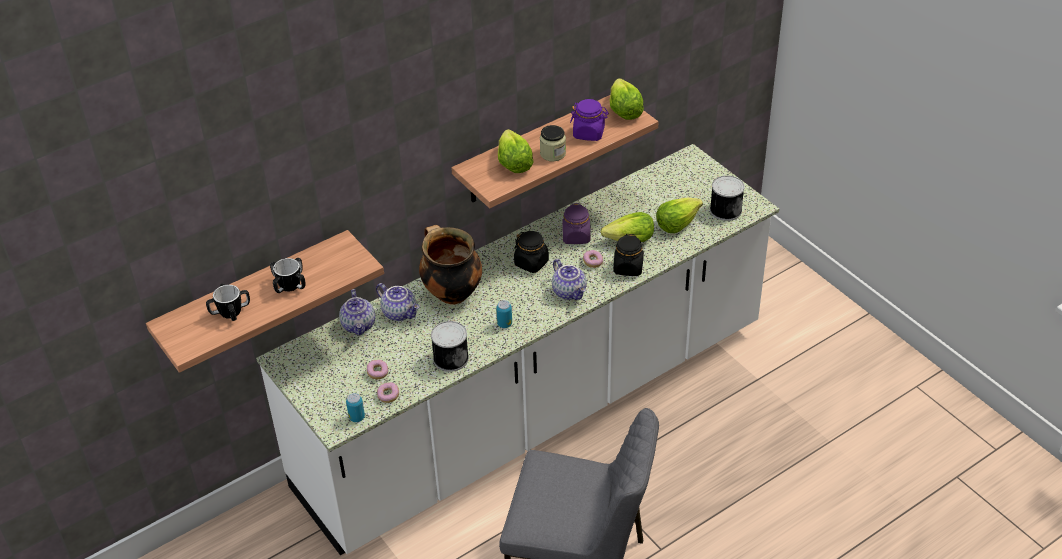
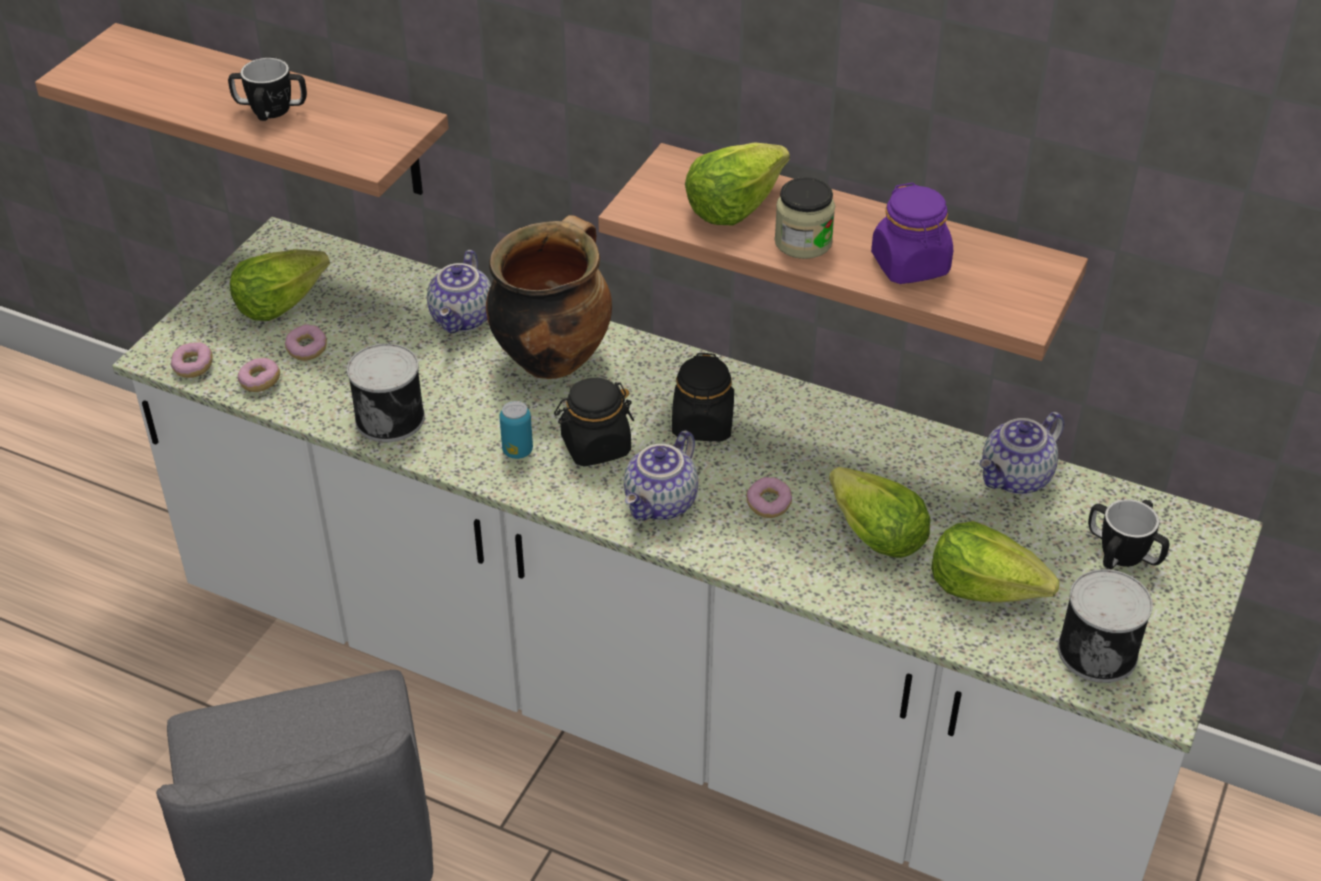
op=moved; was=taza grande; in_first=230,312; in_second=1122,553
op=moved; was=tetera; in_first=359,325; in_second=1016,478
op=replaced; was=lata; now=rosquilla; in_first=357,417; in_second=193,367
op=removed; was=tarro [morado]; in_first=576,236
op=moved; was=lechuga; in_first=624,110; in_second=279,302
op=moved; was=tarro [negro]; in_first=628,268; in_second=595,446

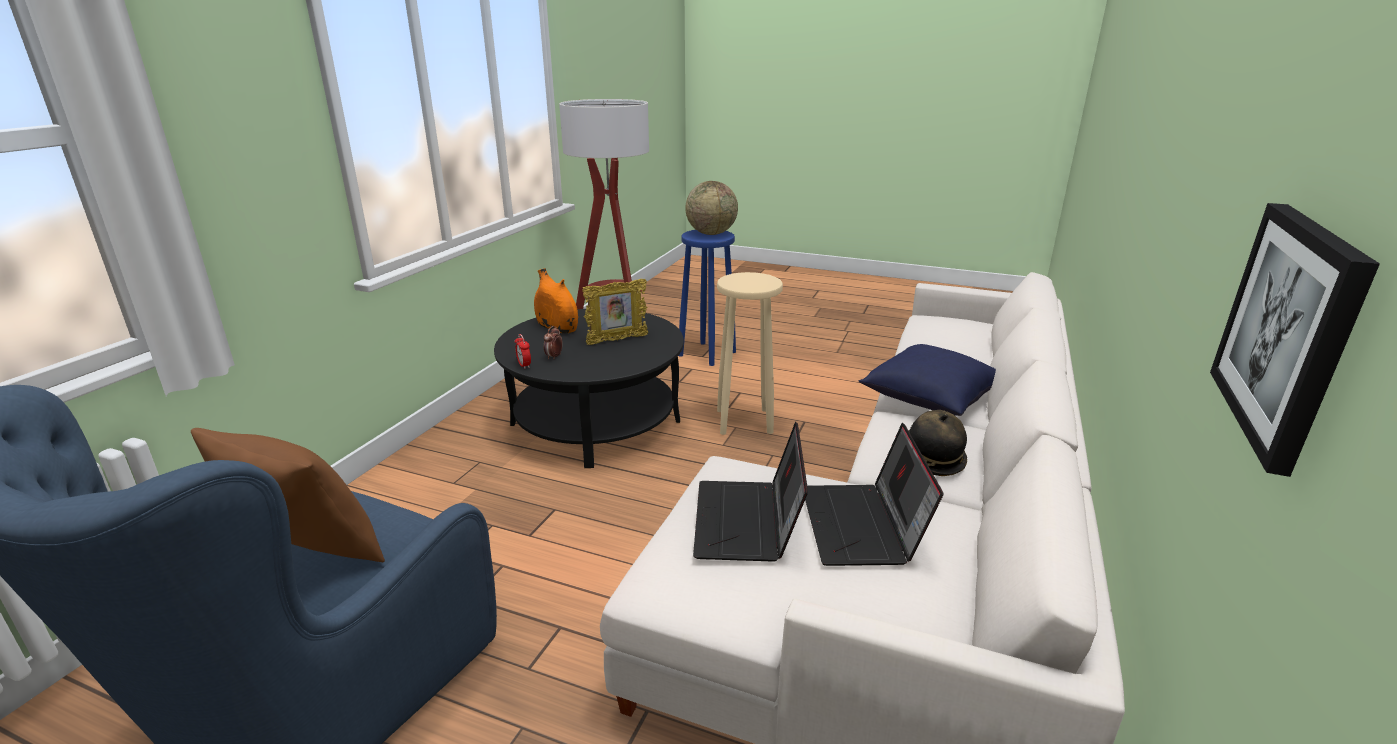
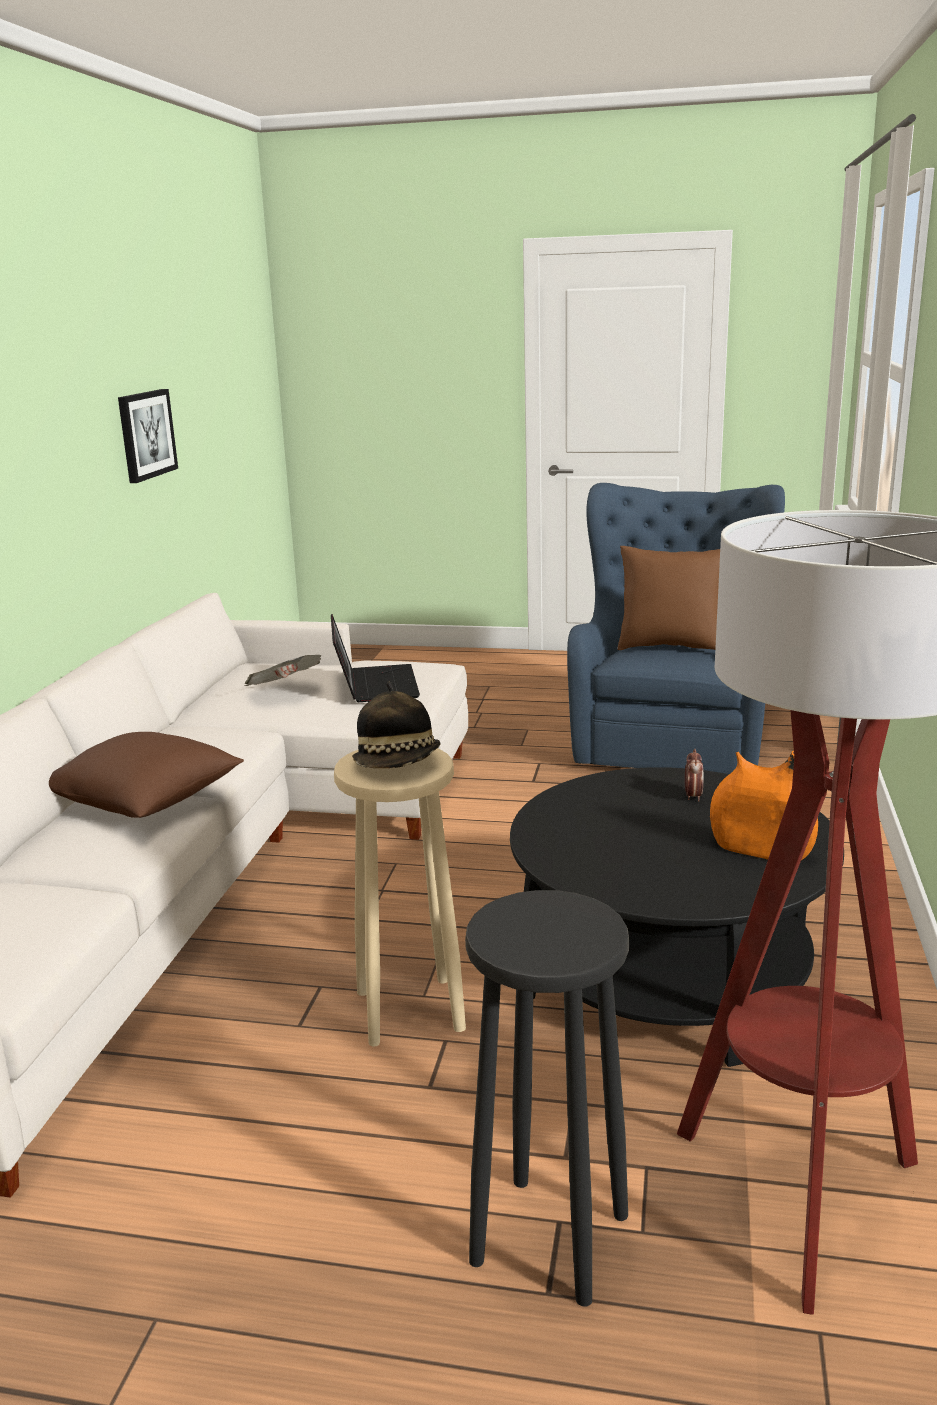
op=removed; was=despertador; in_first=524,365
op=removed; was=portarretratos; in_first=617,340
op=recoloured; was=taburete [azul]; now=taburete [negro]; in_first=707,354; in_second=548,1236
op=removed; was=globo terráqueo; in_first=711,233
op=replaced; was=portátil; now=periódico; in_first=863,526; in_second=284,691
op=recoloured; was=cojín [azul]; now=cojín [marrón]; in_first=929,399; in_second=145,802
op=moved; was=sombrero; in_first=930,459; in_second=398,764

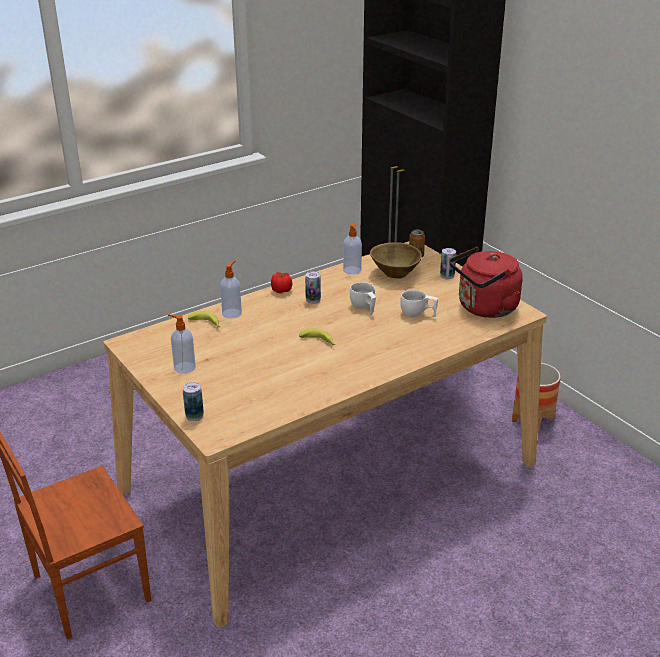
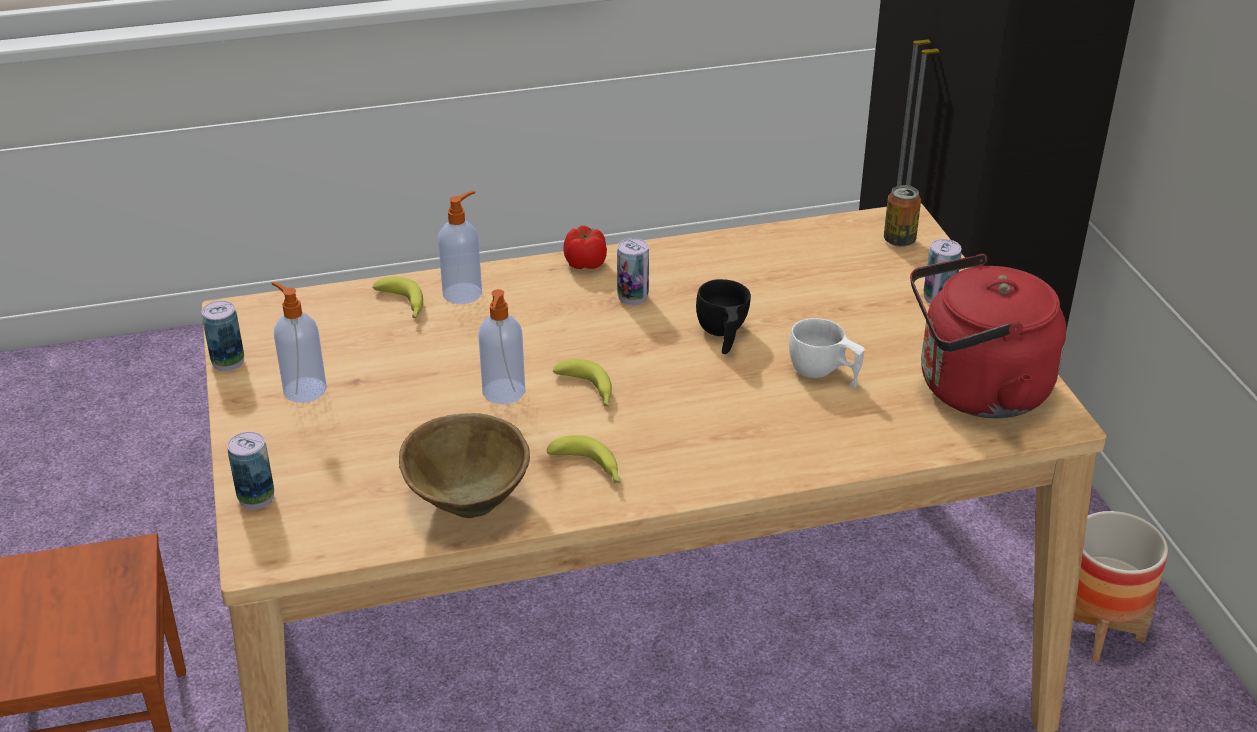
op=moved; was=dispensador de jabón; in_first=352,271; in_second=503,393
op=recoloured; was=taza [blanco]; now=taza [negro]; in_first=364,308; in_second=722,335
op=moved; was=cuenco [marrón]; in_first=394,273; in_second=467,498
op=added; now=lata; in_second=228,362
op=added; now=plátano; in_second=589,468

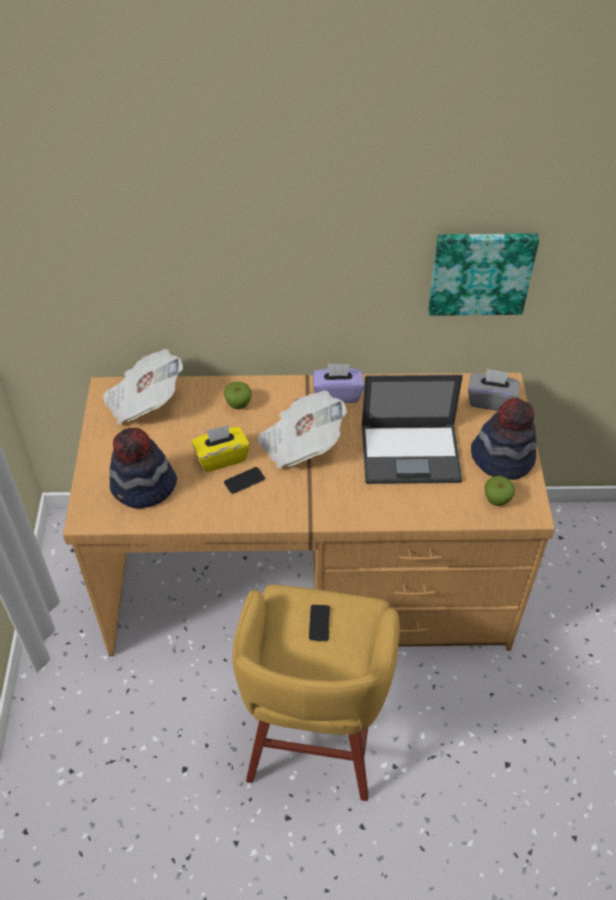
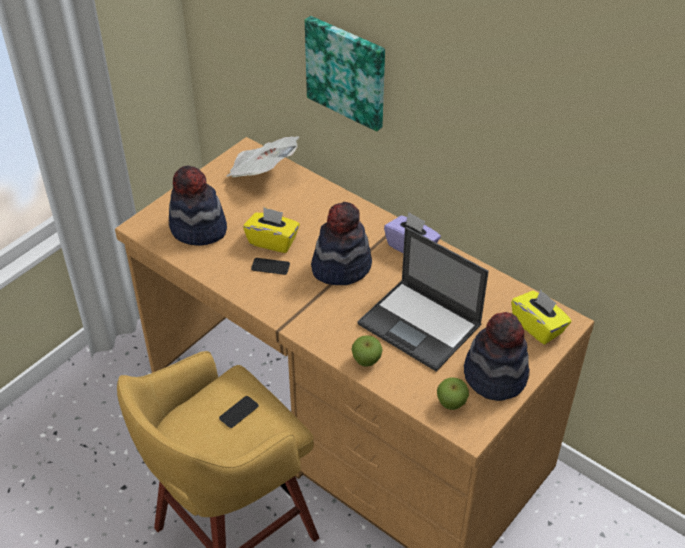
op=moved; was=manzana; in_first=238,404; in_second=366,361
op=replaced; was=periódico; now=sombrero; in_first=300,444; in_second=341,266
op=moved; was=cuadro; in_first=480,272; in_second=347,71
op=recoloured; was=caja de pañuelos [gris]; now=caja de pañuelos [amarillo]; in_first=491,401; in_second=538,326

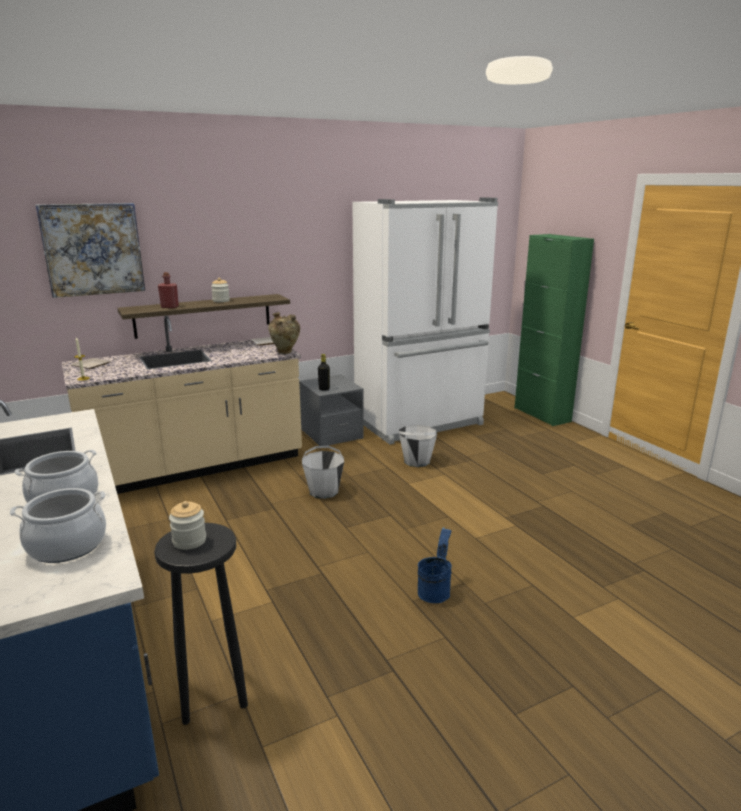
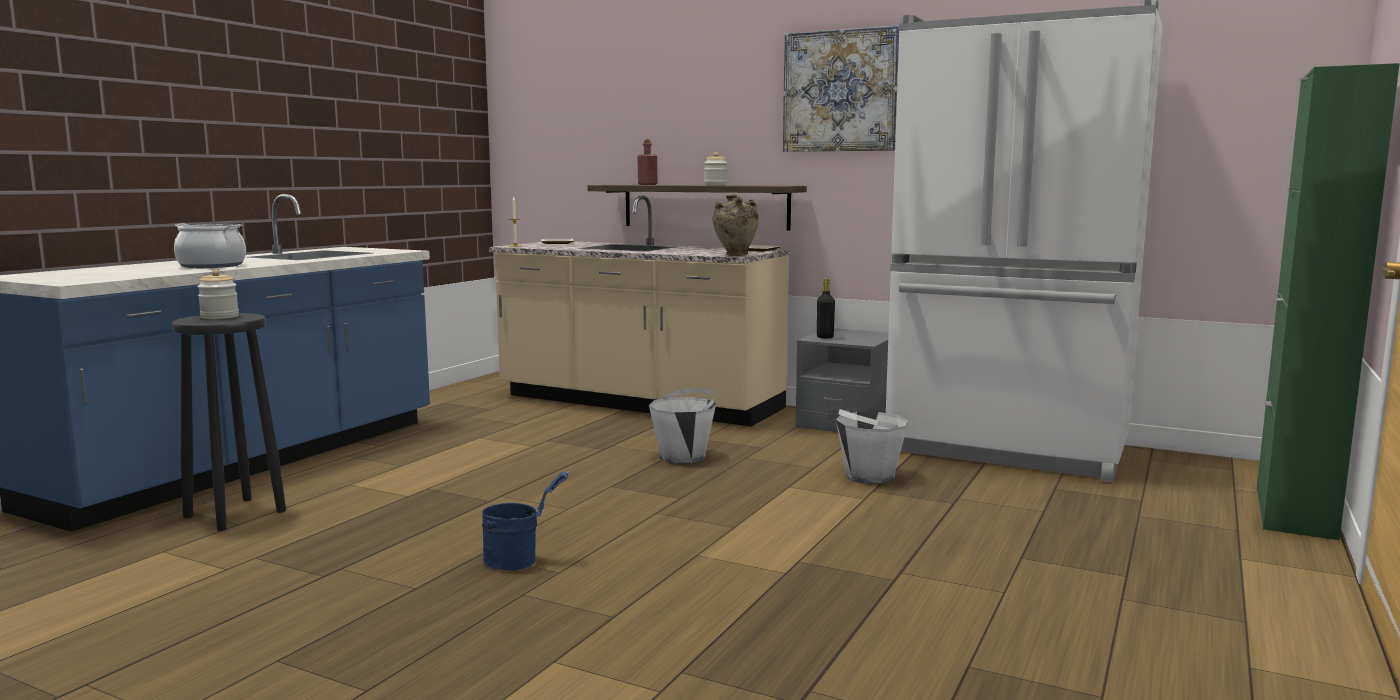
op=removed; was=olla; in_first=67,545
op=moved; was=cuadro; in_first=93,249; in_second=840,91

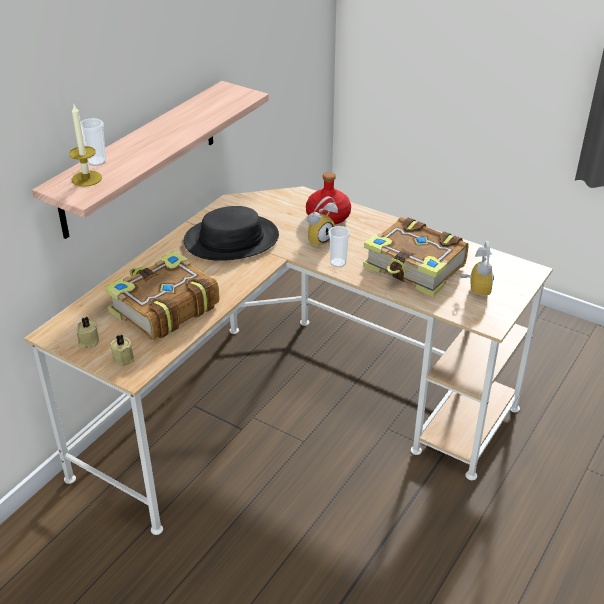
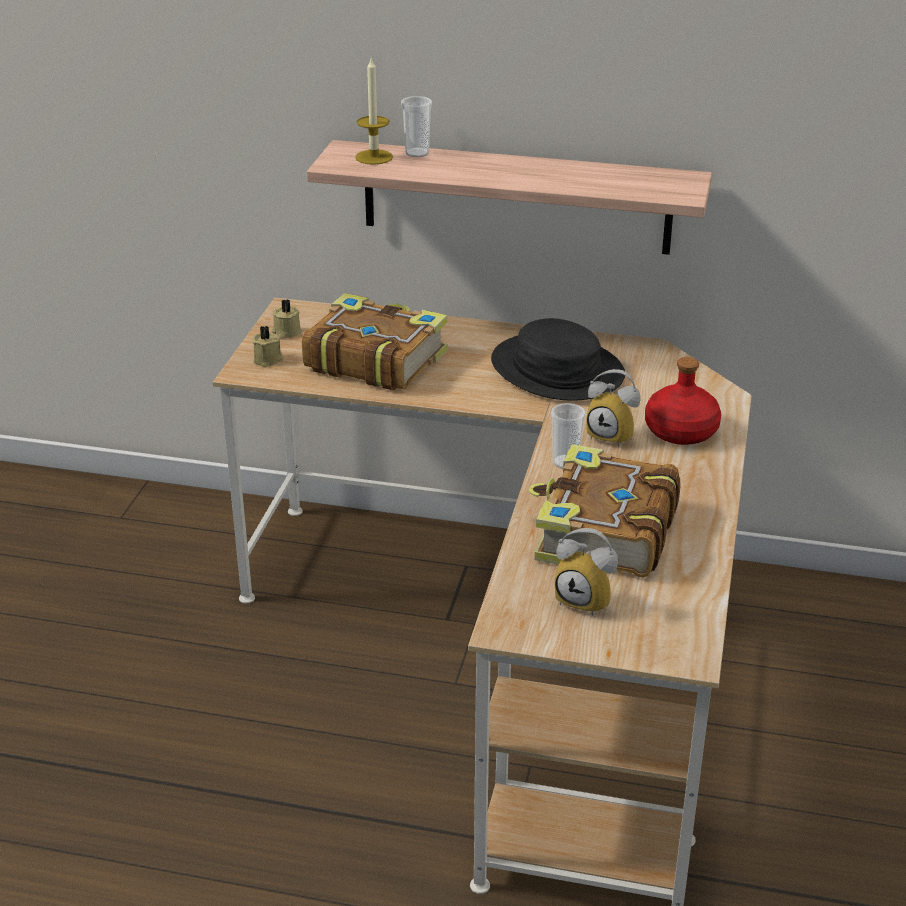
op=turned; was=despertador; in_first=474,289; in_second=587,600; clockwise=45

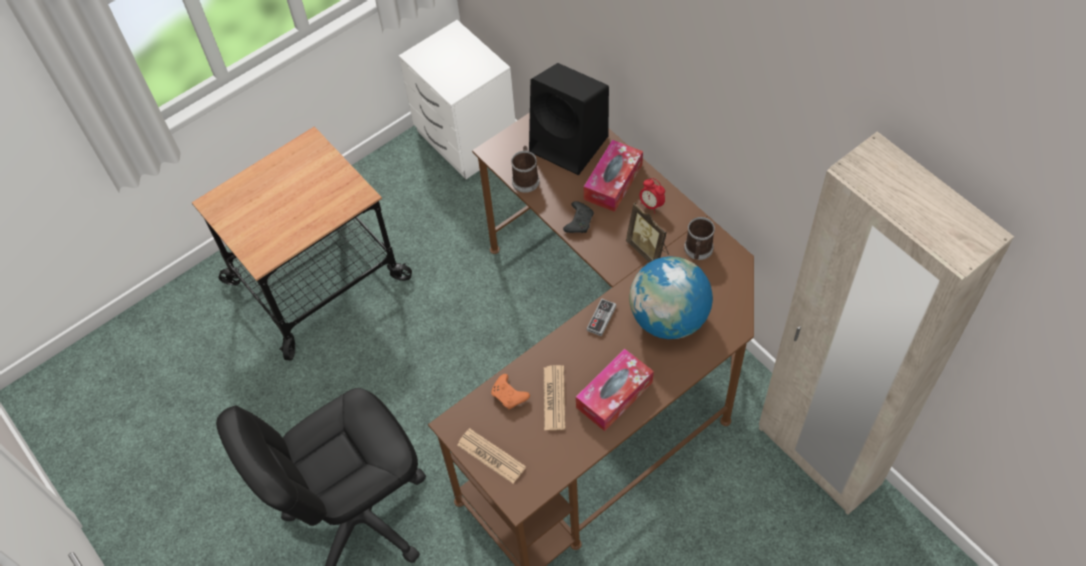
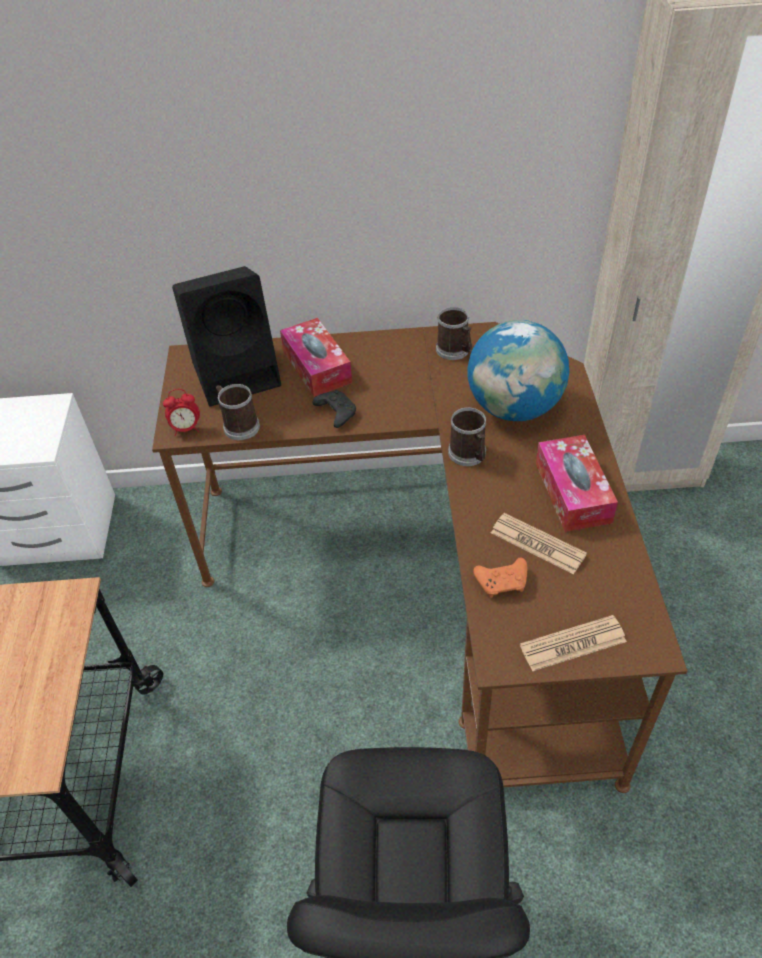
op=replaced; was=mando de consola; now=taza grande; in_first=601,318; in_second=469,455
op=removed; was=portarretratos; in_first=648,250
op=moved; was=despertador; in_first=651,205; in_second=186,429

